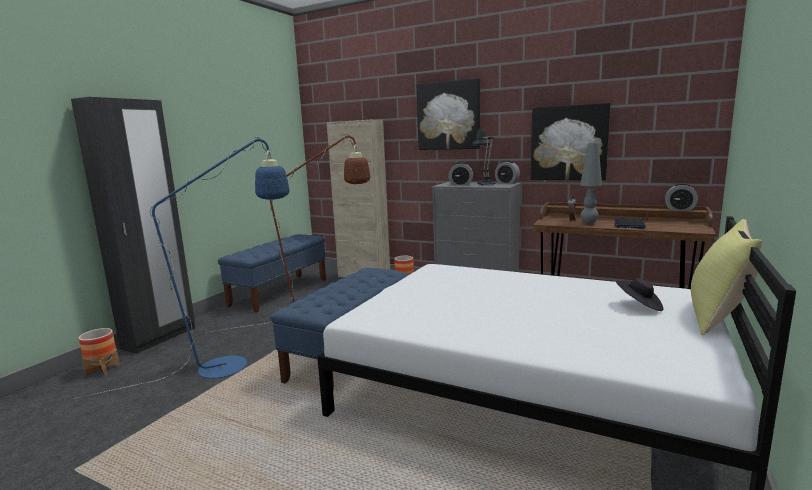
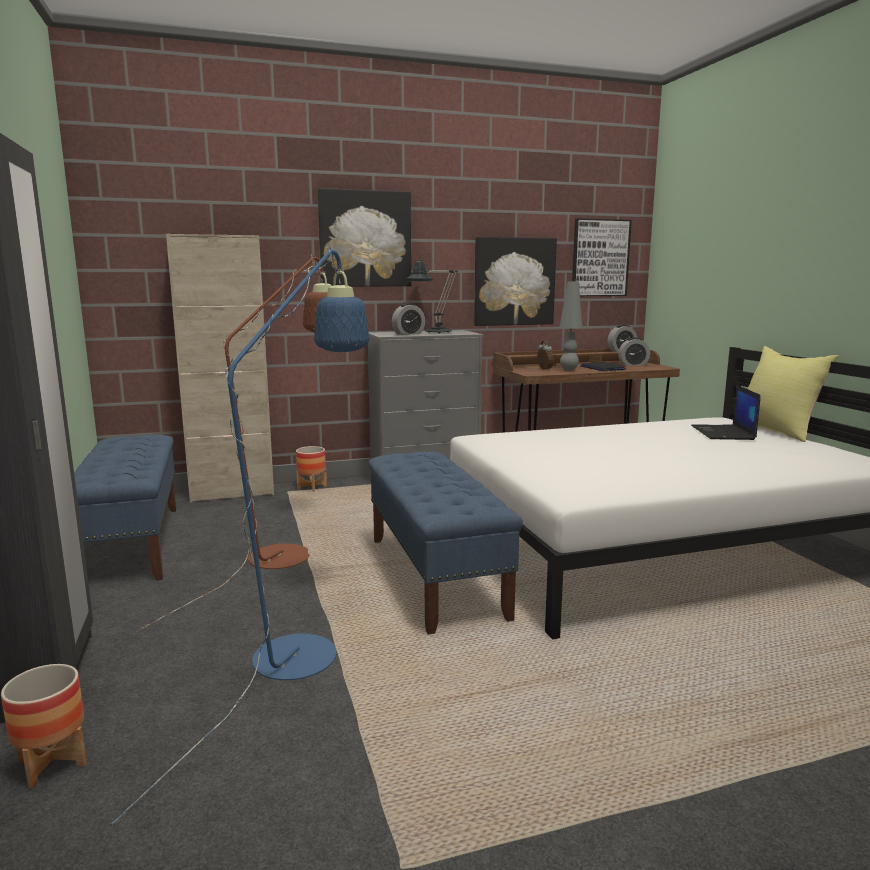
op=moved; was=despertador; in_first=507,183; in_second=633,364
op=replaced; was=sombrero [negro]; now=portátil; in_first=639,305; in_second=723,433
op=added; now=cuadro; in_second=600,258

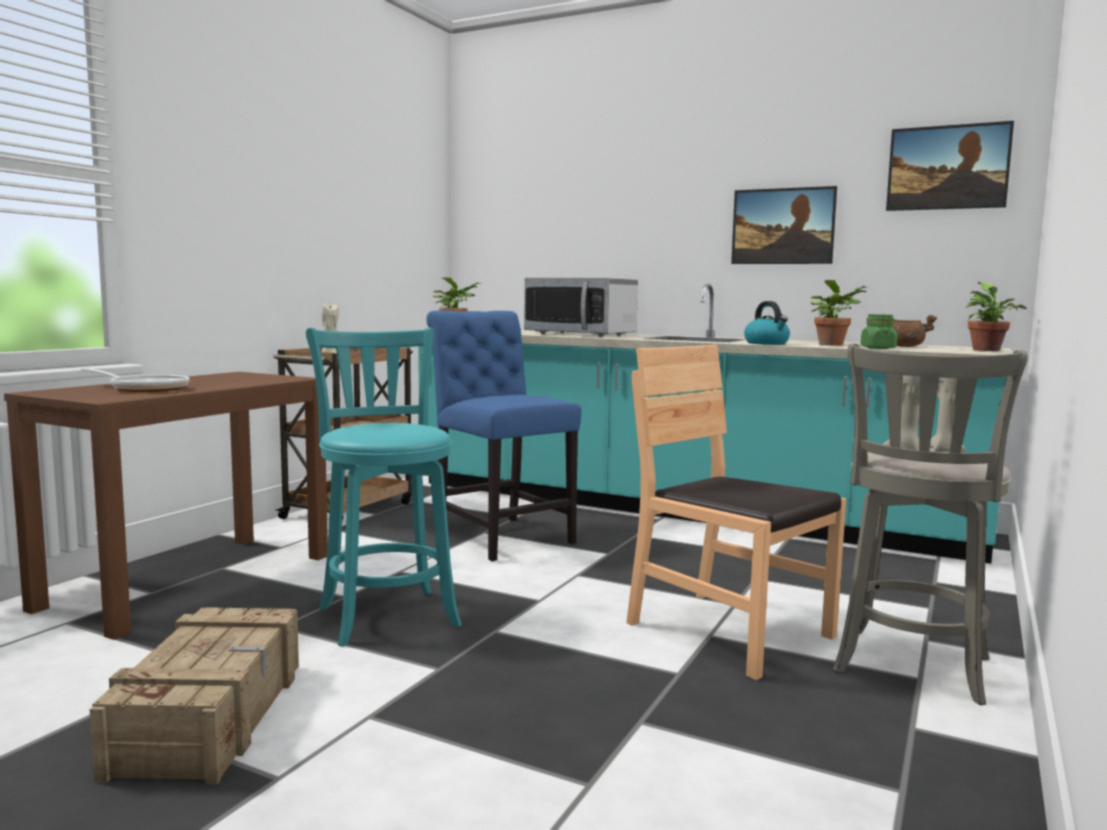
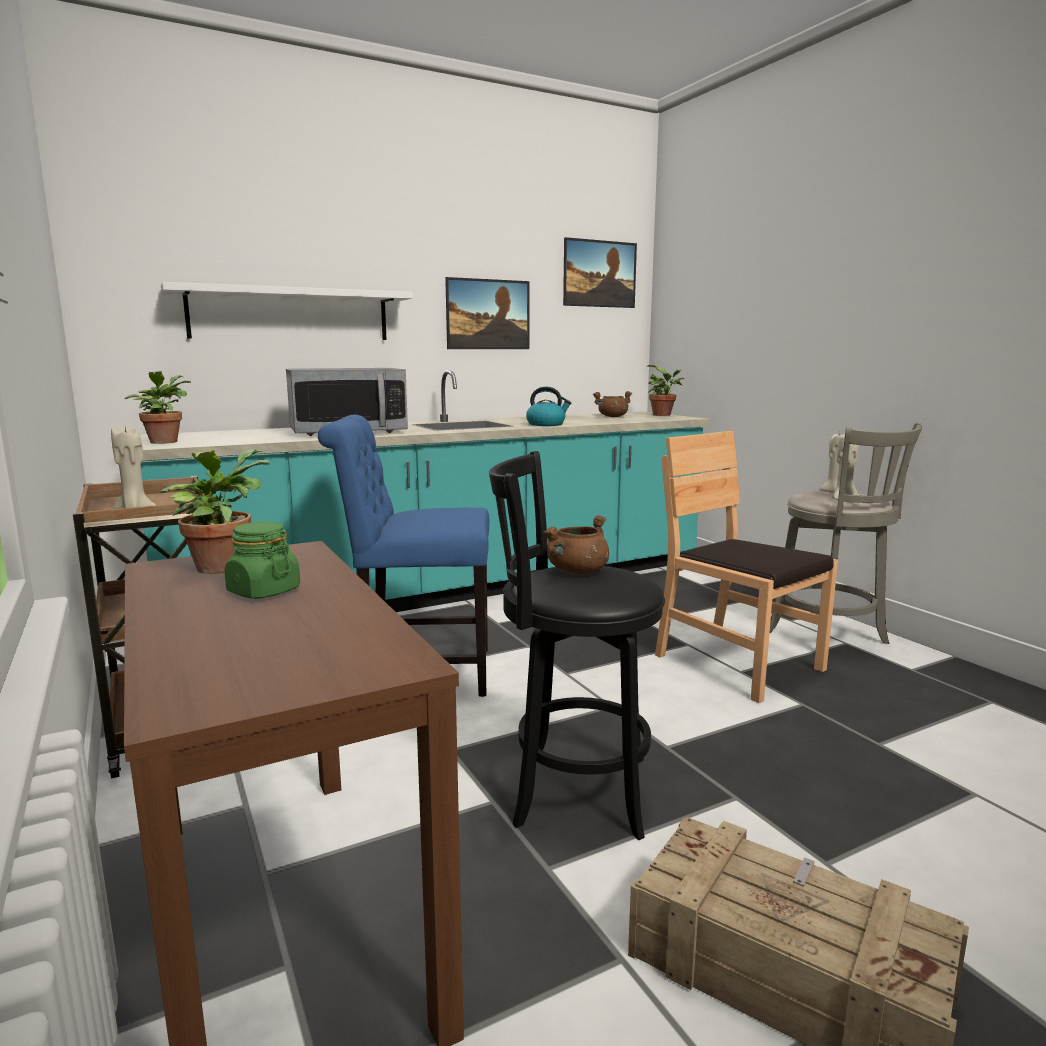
op=removed; was=sartén; in_first=145,388
op=recoloured; was=taburete [turquesa]; now=taburete [negro]; in_first=386,614; in_second=573,789
op=turned; was=silla [marrón]; in_first=728,631; in_second=737,663; clockwise=60
op=moved; was=planta en maceta; in_first=832,344; in_second=222,566
op=moved; was=tarro [verde]; in_first=877,348; in_second=263,591
op=added; now=estante [blanco]; in_second=290,314
op=added; now=olla [marrón]; in_second=577,571

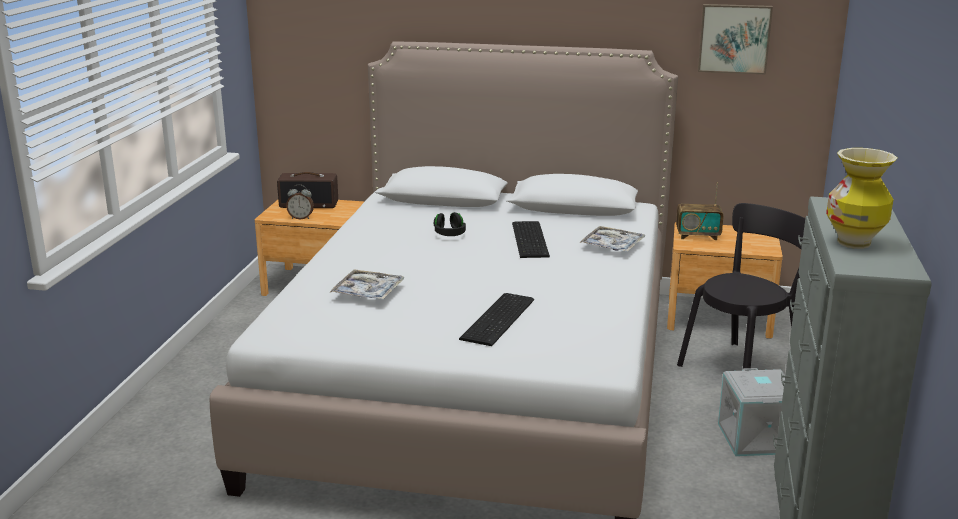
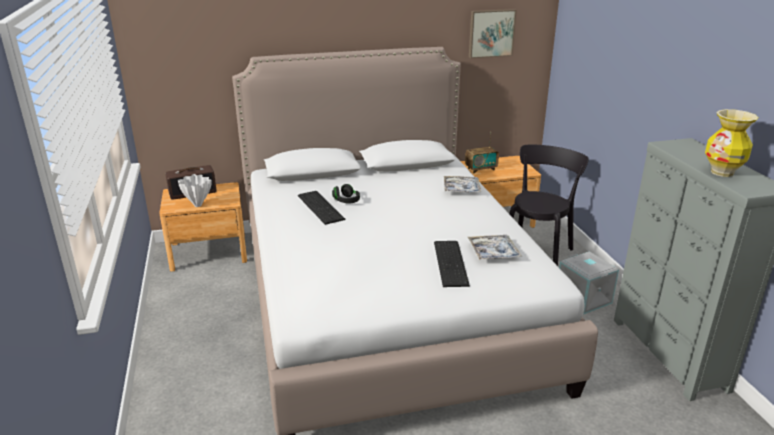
op=replaced; was=despertador; now=florero [blanco]; in_first=301,218; in_second=197,205
op=moved; was=bandeja; in_first=368,292; in_second=493,252
op=moved; was=teclado; in_first=531,239; in_second=321,206

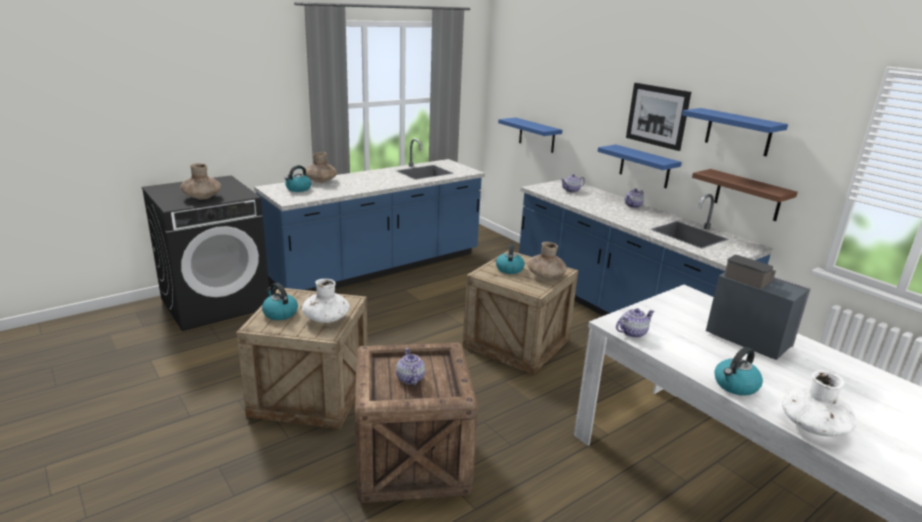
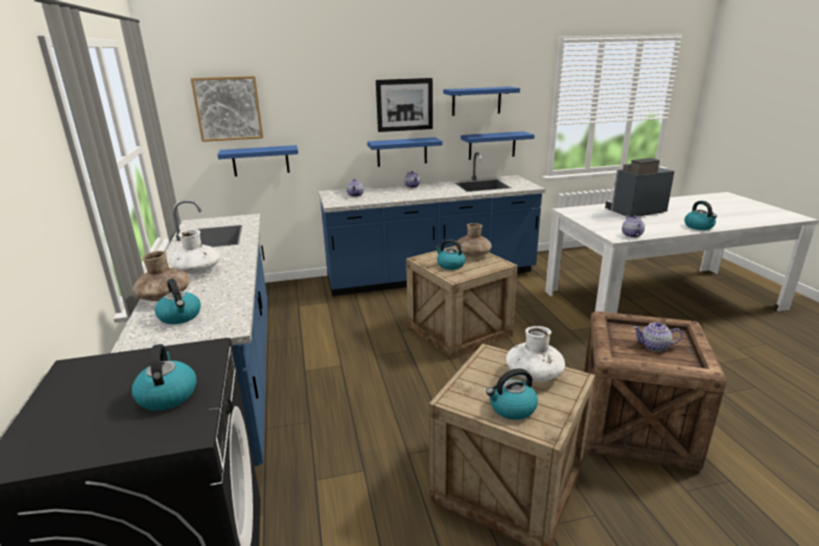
op=replaced; was=florero [marrón]; now=hervidor; in_first=202,197; in_second=167,395
op=recoloured; was=estante [marrón]; now=estante [azul]; in_first=748,195; in_second=492,145
op=moved; was=florero [blanco]; in_first=813,426; in_second=198,271
op=added; now=cuadro; in_second=228,108

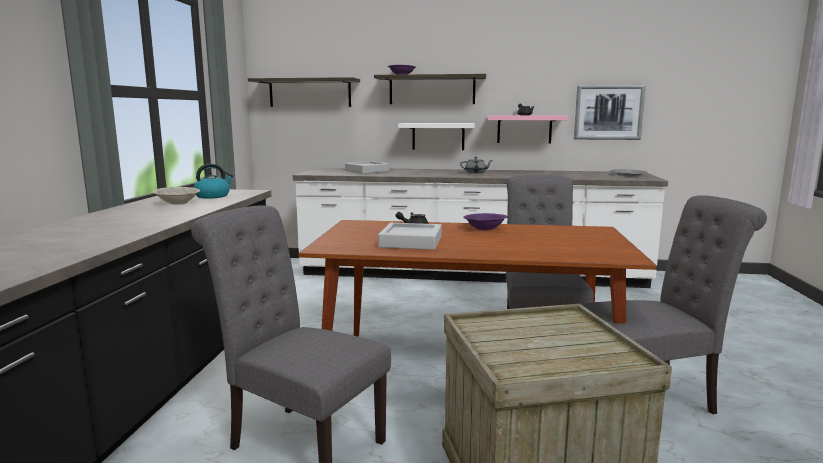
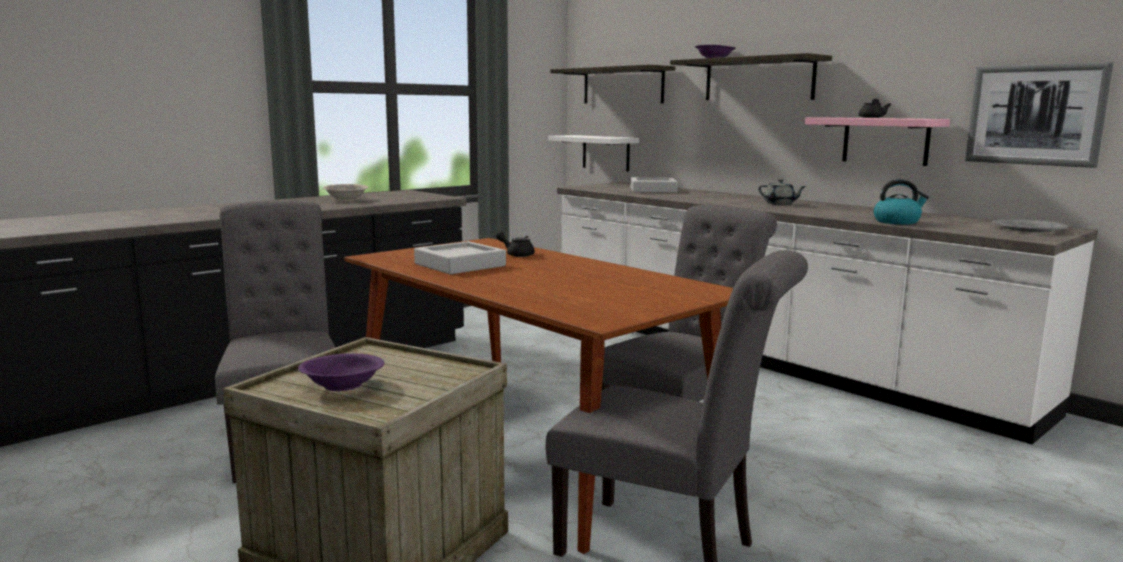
op=moved; was=hervidor; in_first=213,196; in_second=897,222
op=moved; was=estante [blanco]; in_first=438,136; in_second=606,152
op=moved; was=cuenco [morado]; in_first=485,229; in_second=342,387

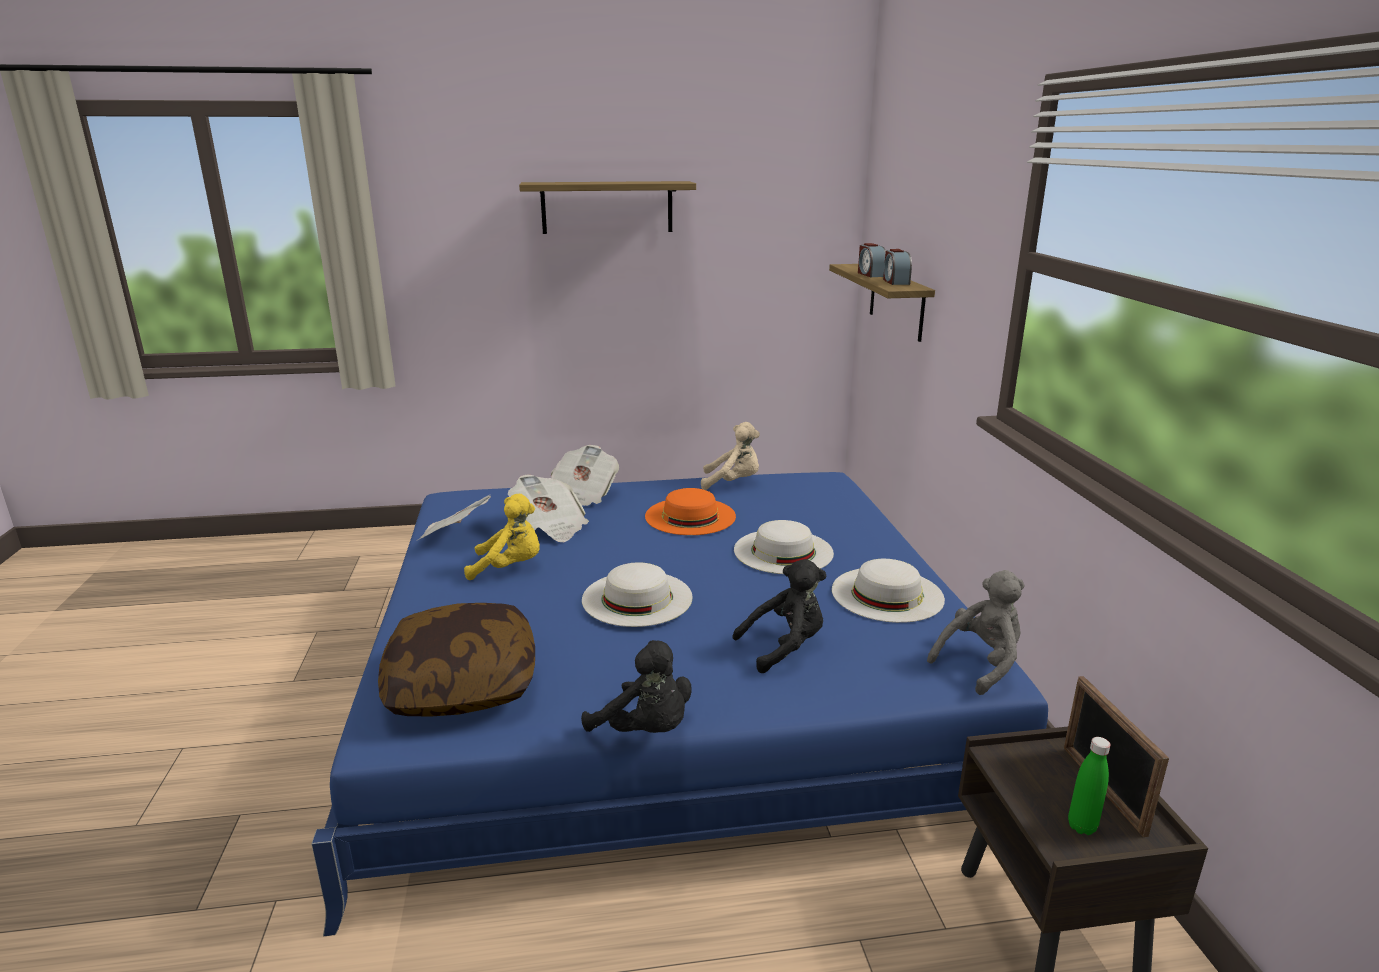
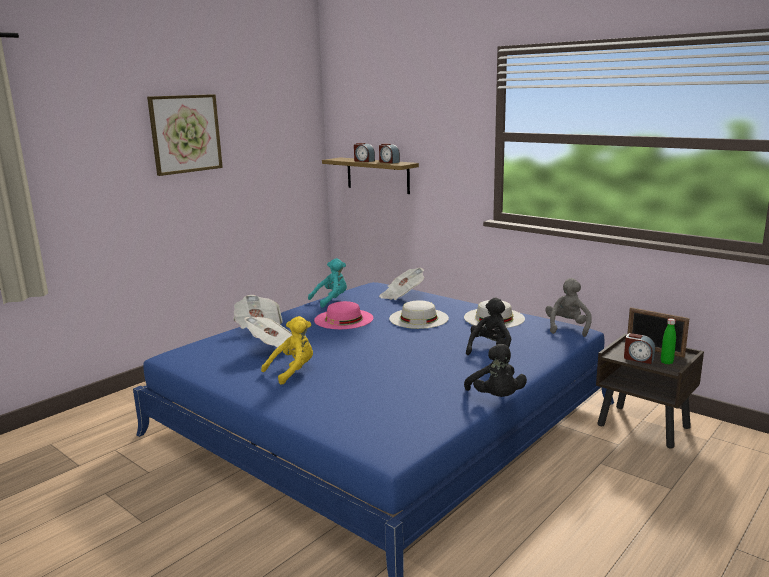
op=removed; was=cojín; in_first=462,683
op=moved; was=periódico; in_first=456,536; in_second=402,296
op=replaced; was=estante; now=cuadro; in_first=607,207; in_second=185,134
op=turned; was=peluche [negro]; in_first=645,730; in_second=496,398; clockwise=75
op=removed; was=sombrero [blanco]; in_first=637,598
op=recoloured; was=sombrero [naranja]; now=sombrero [rosa]; in_first=690,516; in_second=343,319
op=recoloured; was=peluche [beis]; now=peluche [turquesa]; in_first=733,483; in_second=331,300
op=added; now=despertador; in_second=638,359

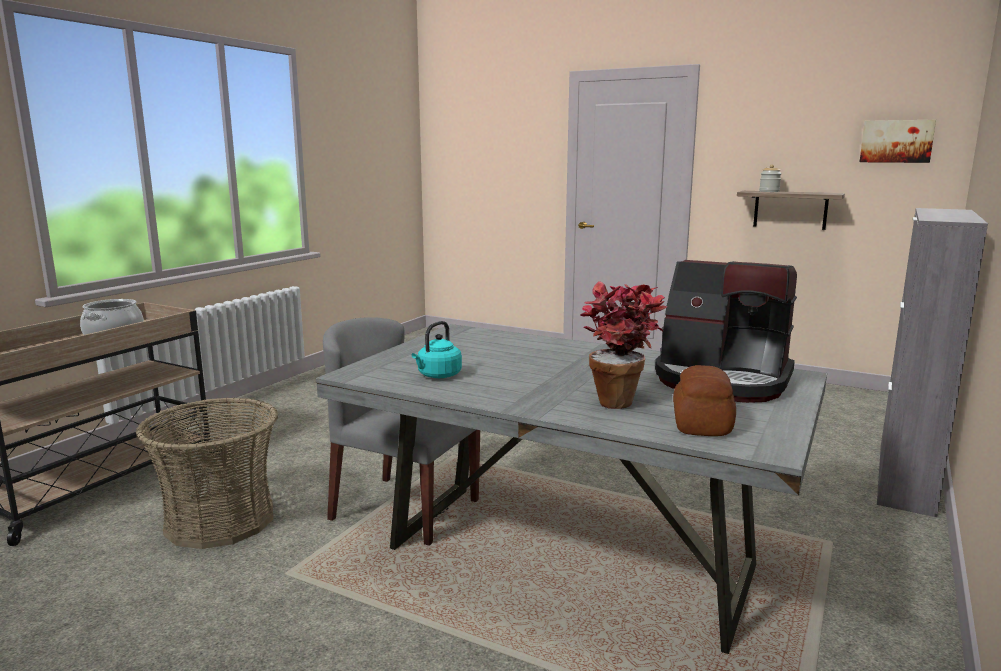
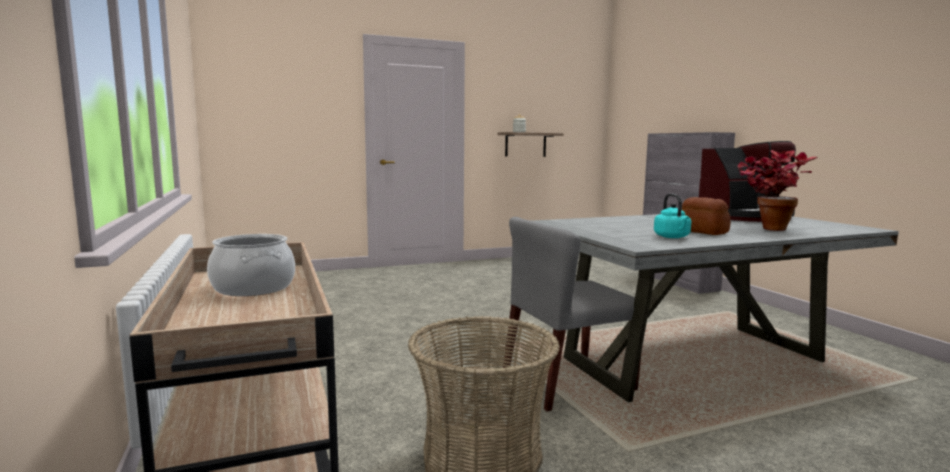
op=moved; was=pan; in_first=701,424; in_second=702,232
op=removed; was=cuadro; in_first=896,141

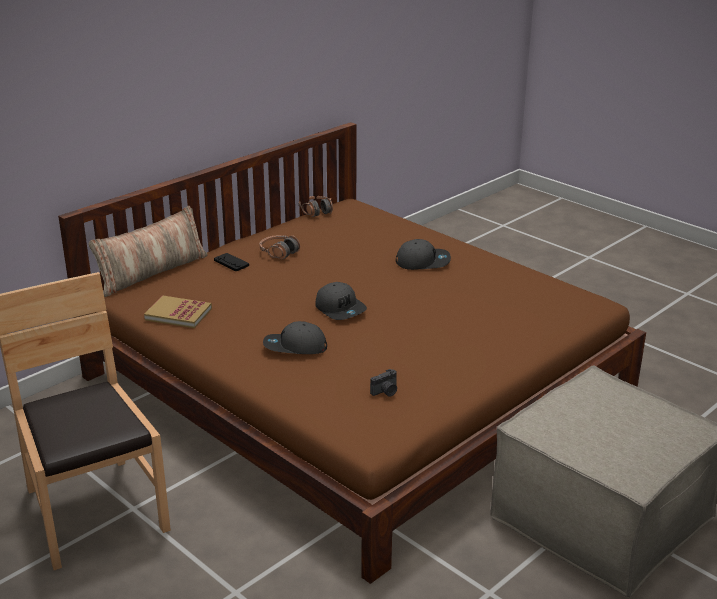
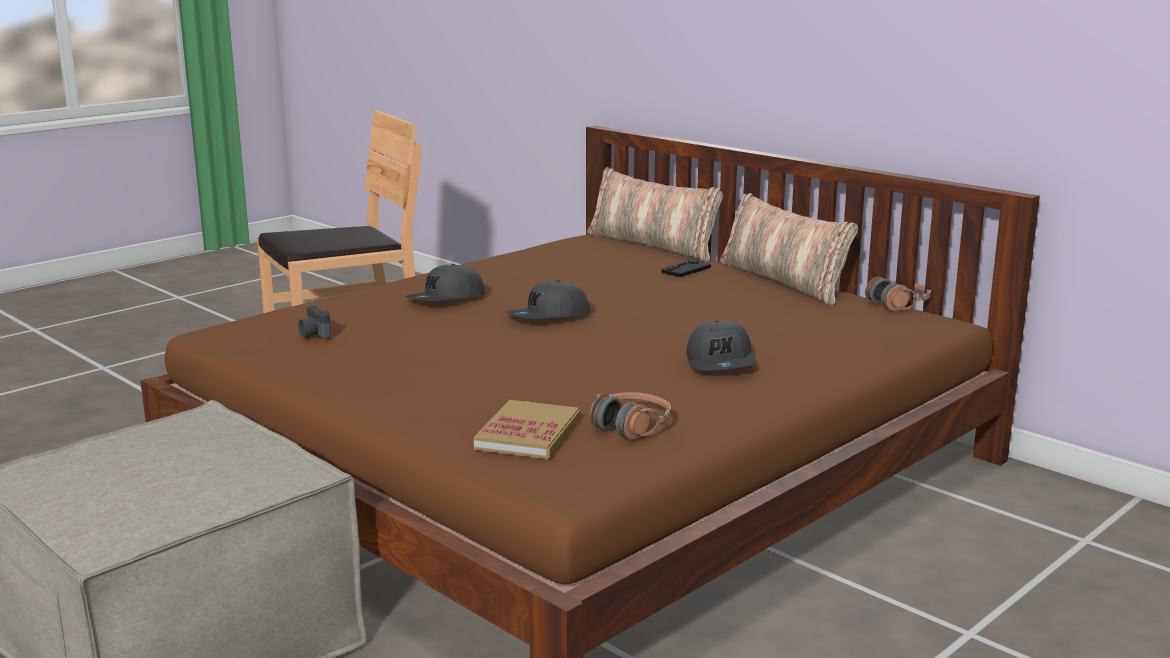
op=moved; was=libro; in_first=178,314; in_second=528,434
op=moved; was=auriculares; in_first=279,252; in_second=630,426
op=turned; was=gorra [gris]; in_first=295,347; in_second=446,299; clockwise=-135
op=added; now=cojín; in_second=783,281

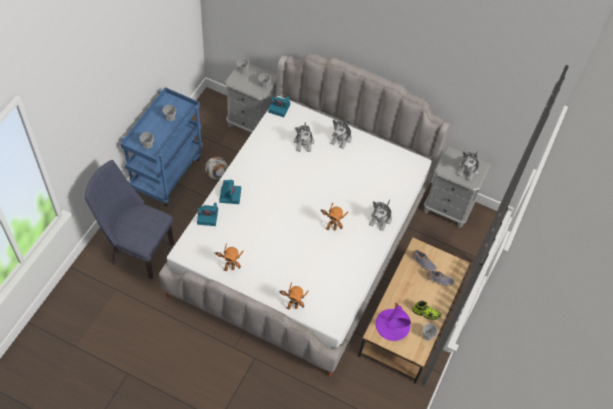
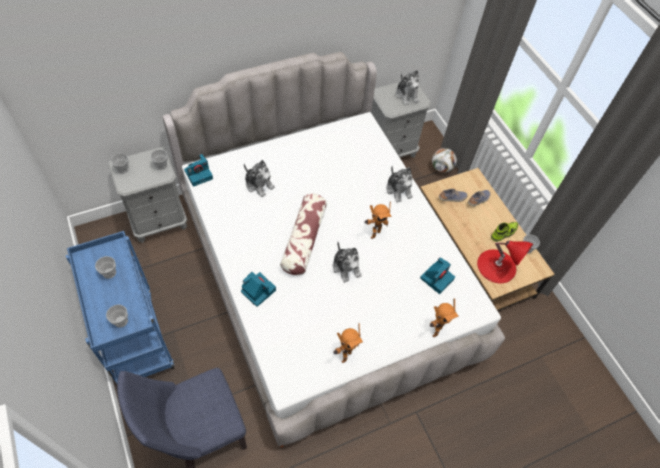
op=moved; was=cámara; in_first=208,216; in_second=437,278
op=moved; was=balón de fútbol; in_first=216,174; in_second=441,168
op=moved; was=peluche; in_first=341,138; in_second=346,267
op=recoloured; was=lámpara de mesa [morado]; now=lámpara de mesa [rojo]; in_first=393,324; in_second=497,266
op=added; now=cojín; in_second=304,240

